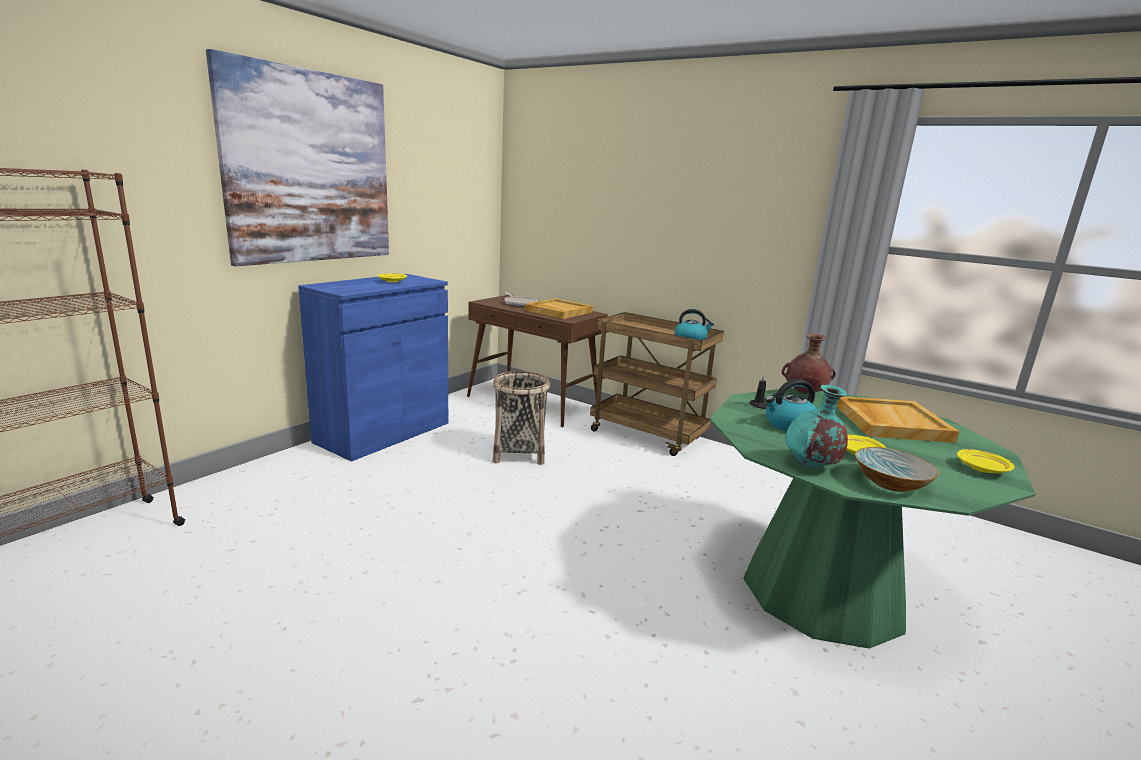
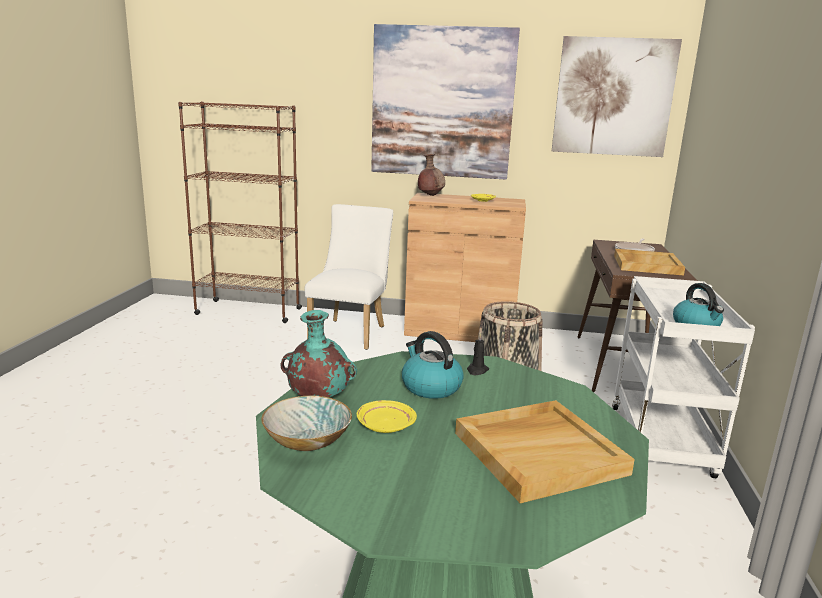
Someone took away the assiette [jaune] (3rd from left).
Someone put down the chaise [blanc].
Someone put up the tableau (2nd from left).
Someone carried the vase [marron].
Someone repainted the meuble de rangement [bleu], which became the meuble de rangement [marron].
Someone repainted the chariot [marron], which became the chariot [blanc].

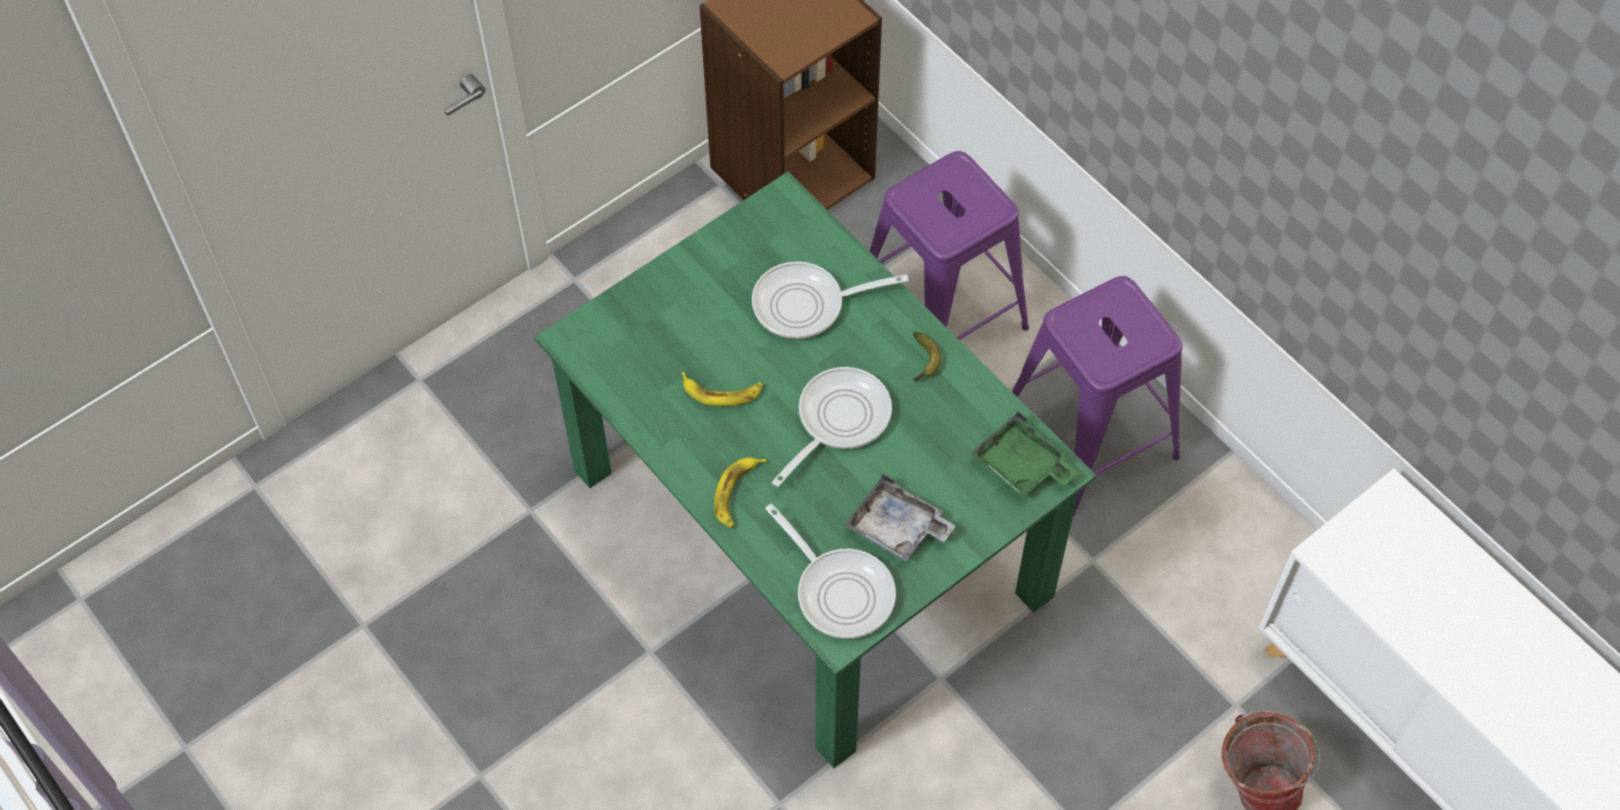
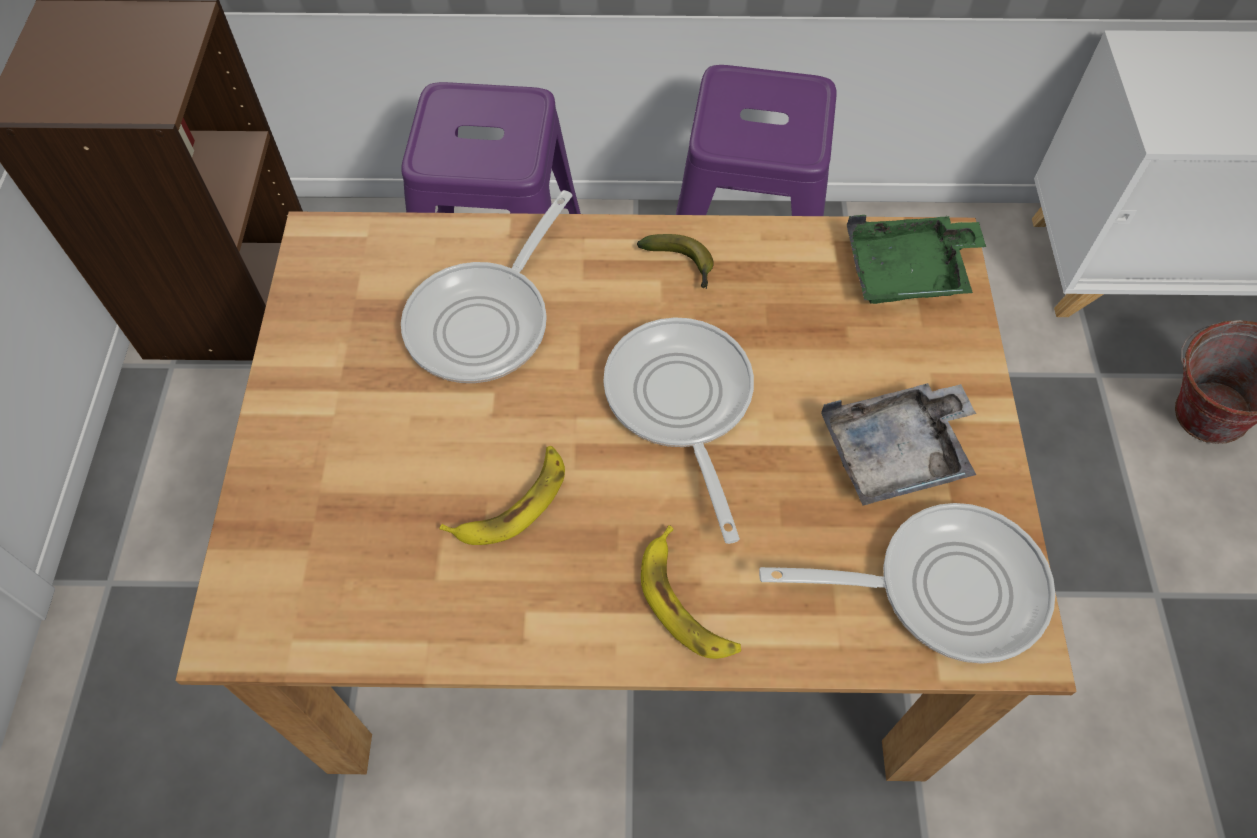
Someone repainted the table à manger [vert], which became the table à manger [marron].

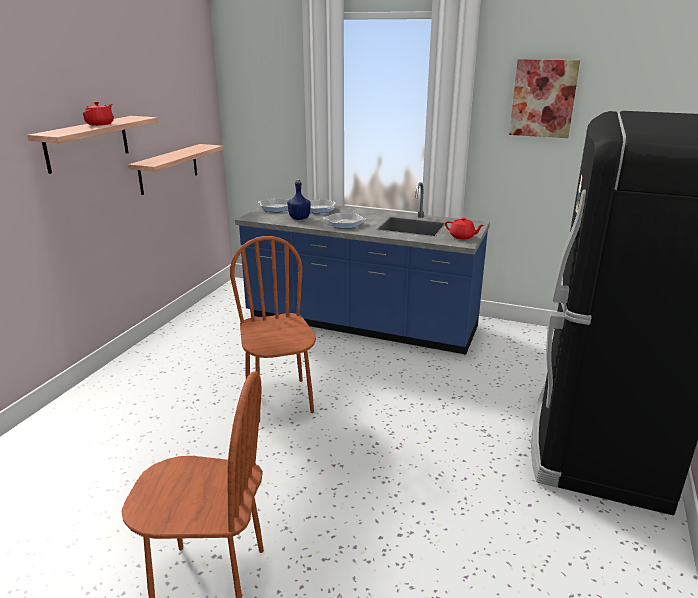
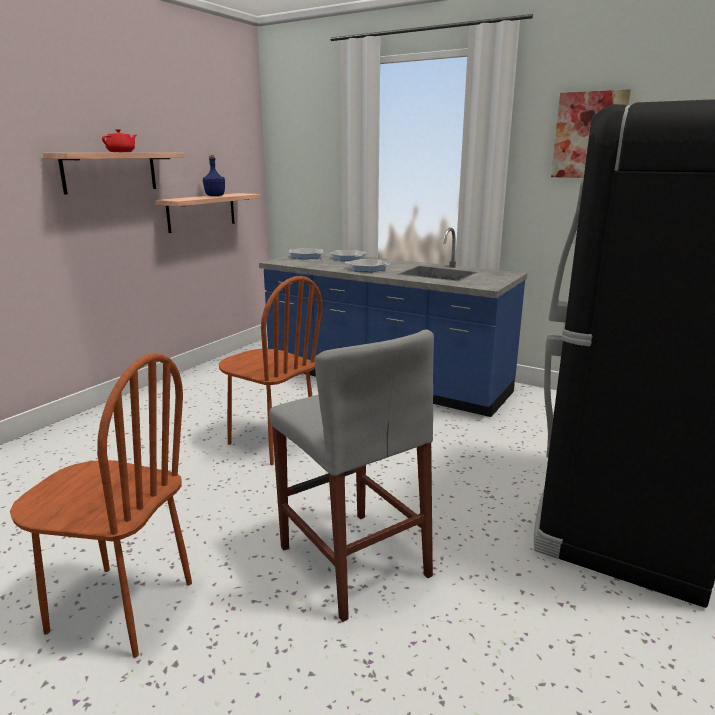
Someone took away the théière [rouge] (2nd from left).
Someone put down the tabouret [gris].
Someone carried the bouteille [bleu].
Someone rotated the chaise [marron] (2nd from left) by 135 degrees clockwise.

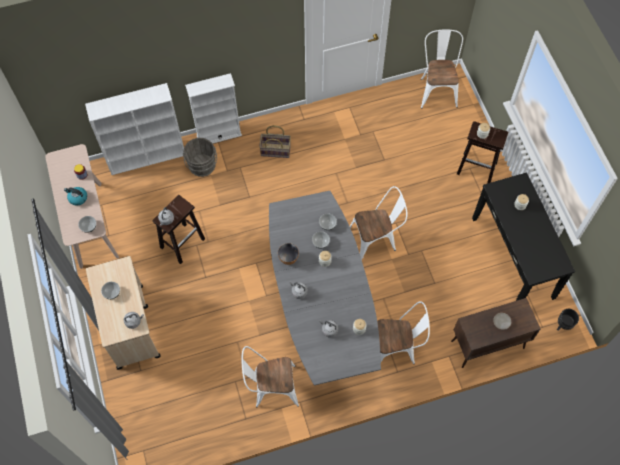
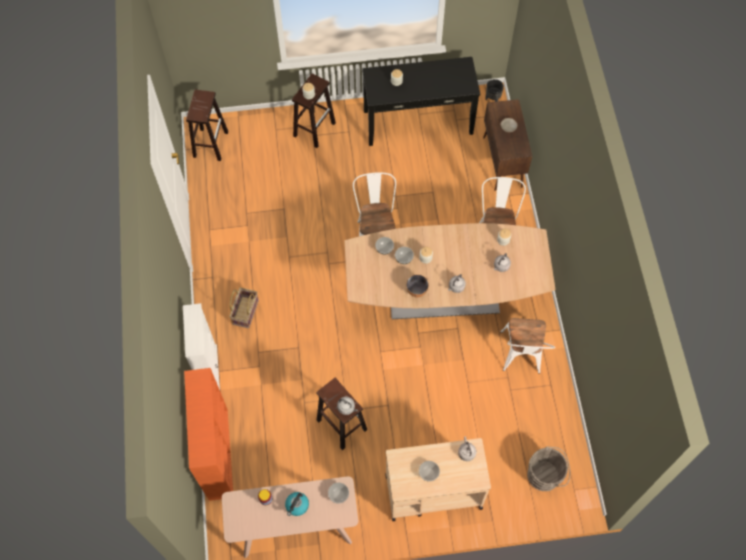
Someone carried the seau [gris].
Someone swapped the chaise [blanc] (4th from left) for the tabouret [marron] (1st from left).
Someone repainted the bibliothèque [blanc] (1st from left), which became the bibliothèque [orange].
Someone repainted the table à manger [gris], which became the table à manger [marron].

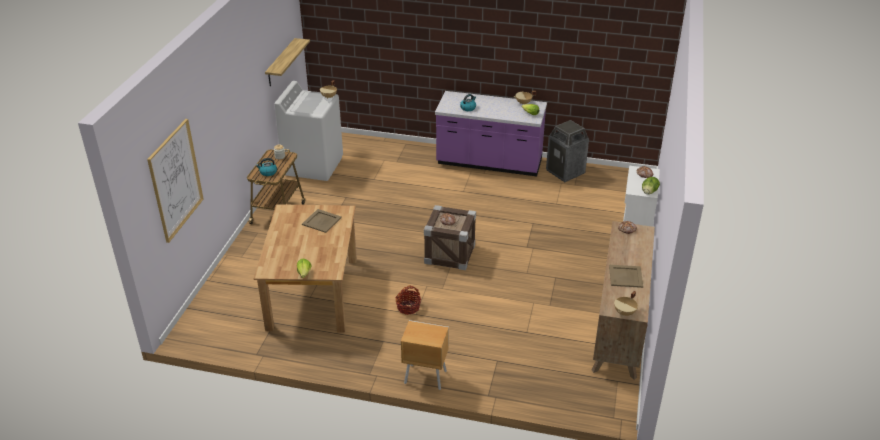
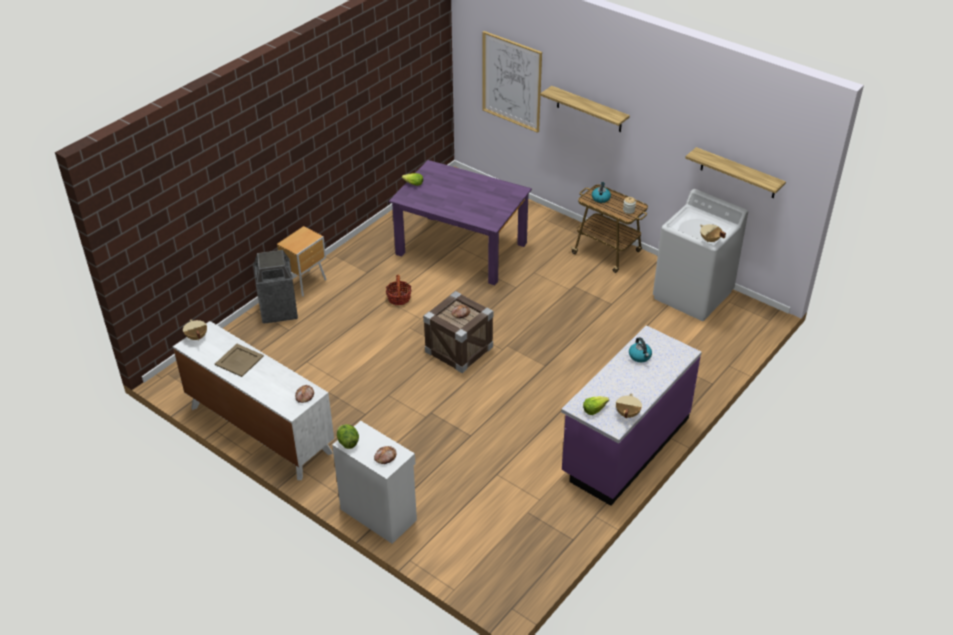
Someone took away the plateau [beige] (1st from left).
Someone put up the étagère (1st from left).
Someone carried the poubelle.
Someone repainted the table à manger [marron], which became the table à manger [violet].
Someone repainted the commode [marron], which became the commode [blanc].

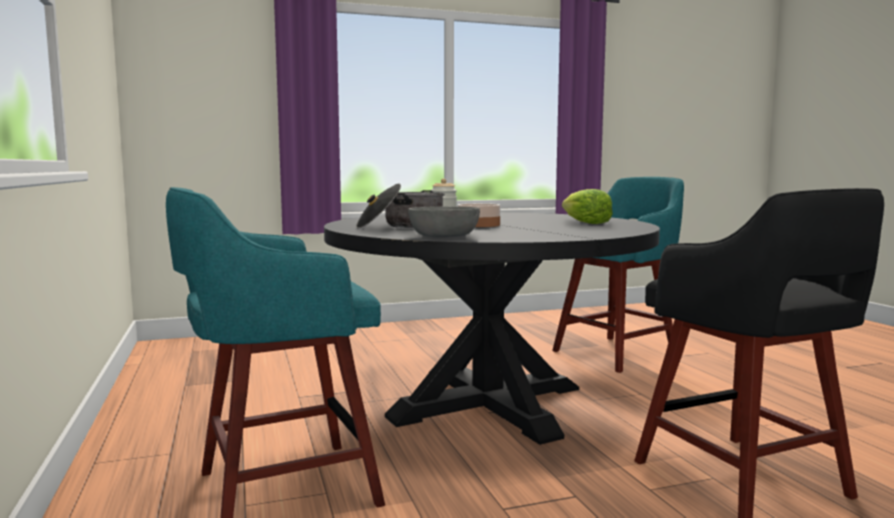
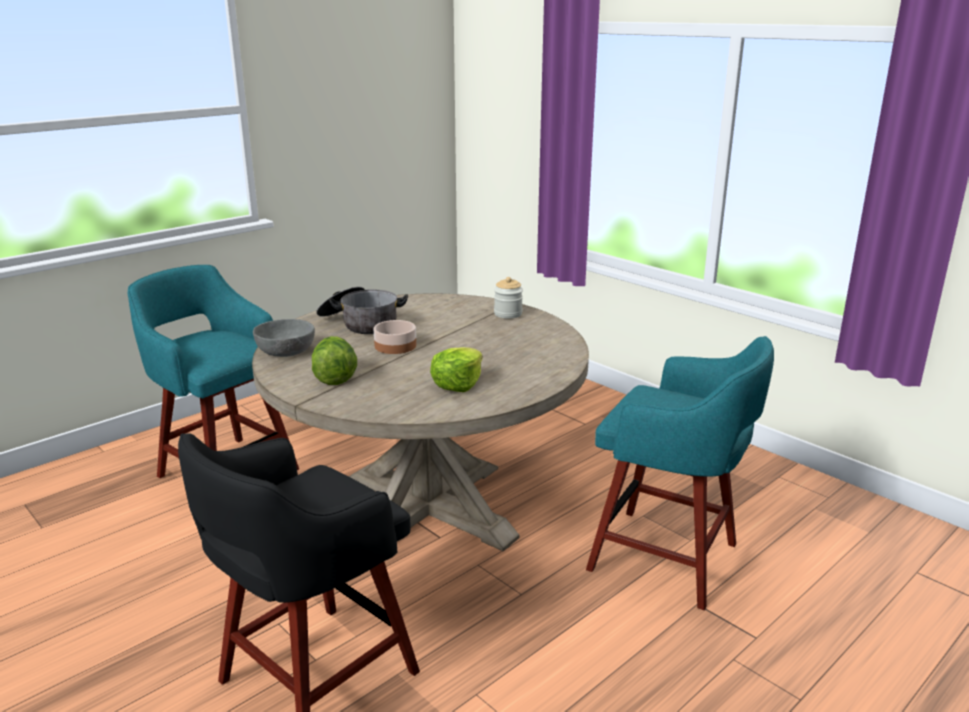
Someone put down the laitue (1st from left).
Someone repainted the table à manger [noir], which became the table à manger [beige].

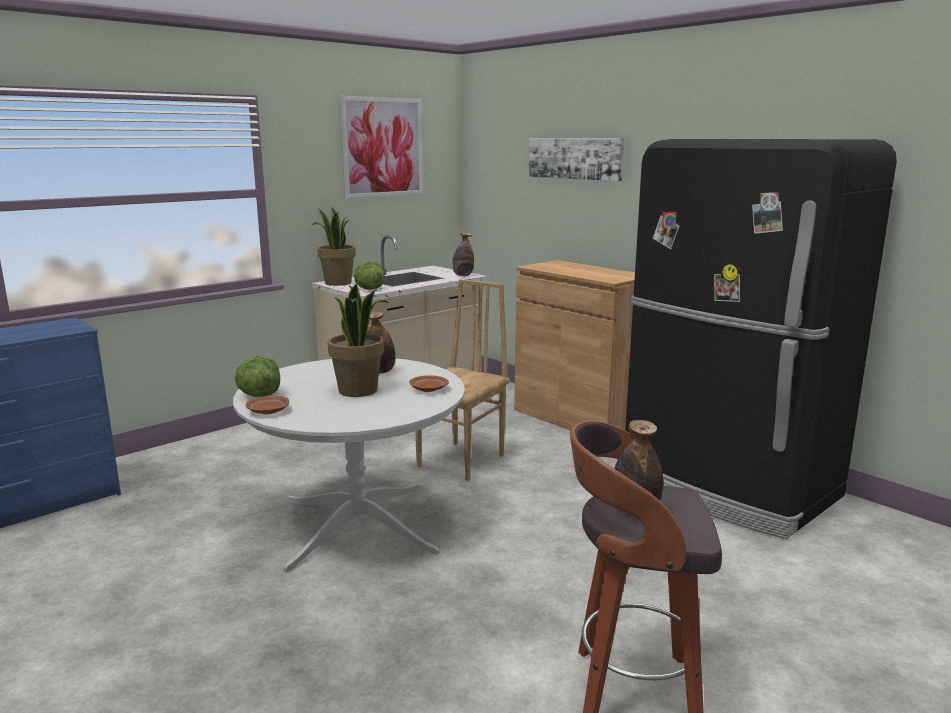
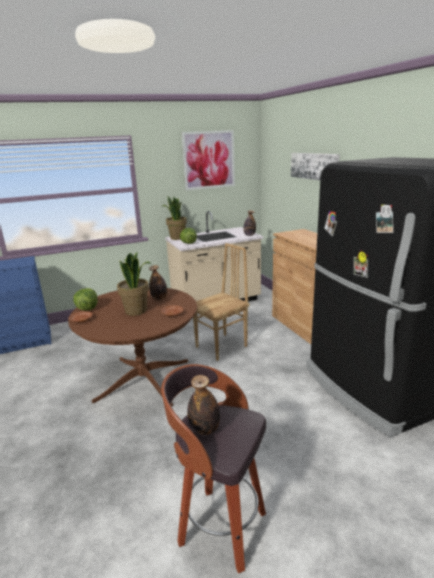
Someone repainted the table à manger [blanc], which became the table à manger [marron].

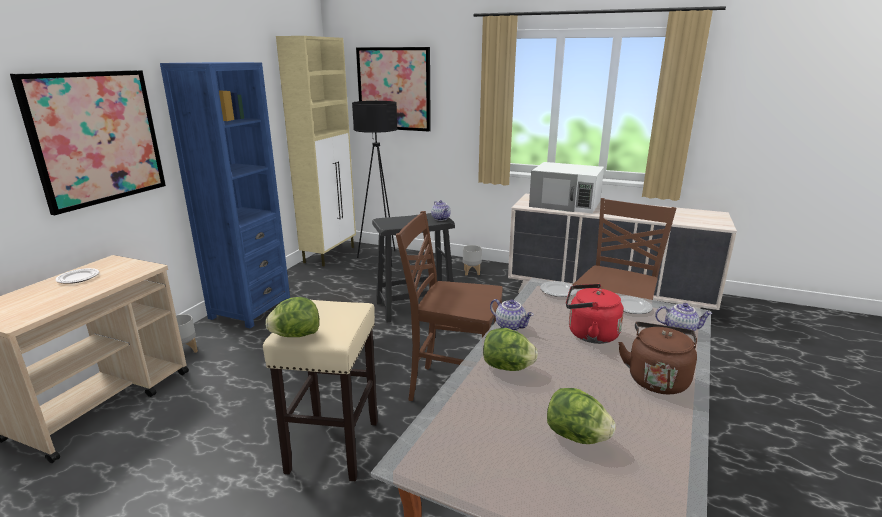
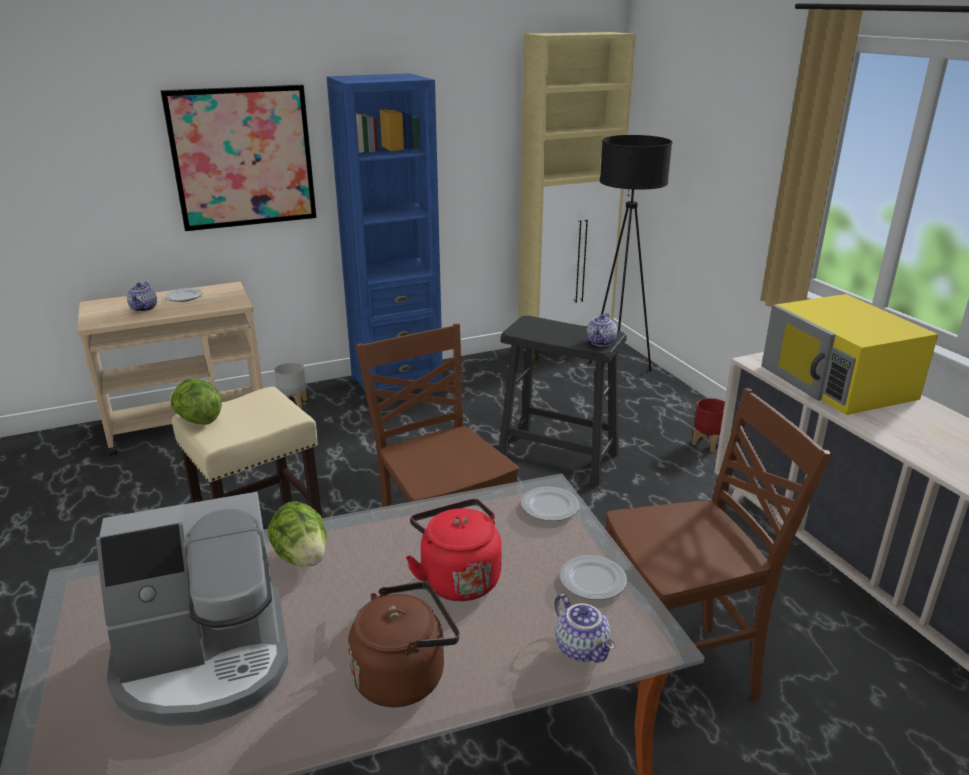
Someone took away the tableau (2nd from left).
Someone carried the théière (2nd from left in the first image).
Someone swapped the laitue (3rd from left) for the machine à café.
Someone repainted the cache-pot [gris] (2nd from left), which became the cache-pot [rouge].
Someone repainted the micro-ondes [blanc], which became the micro-ondes [jaune].

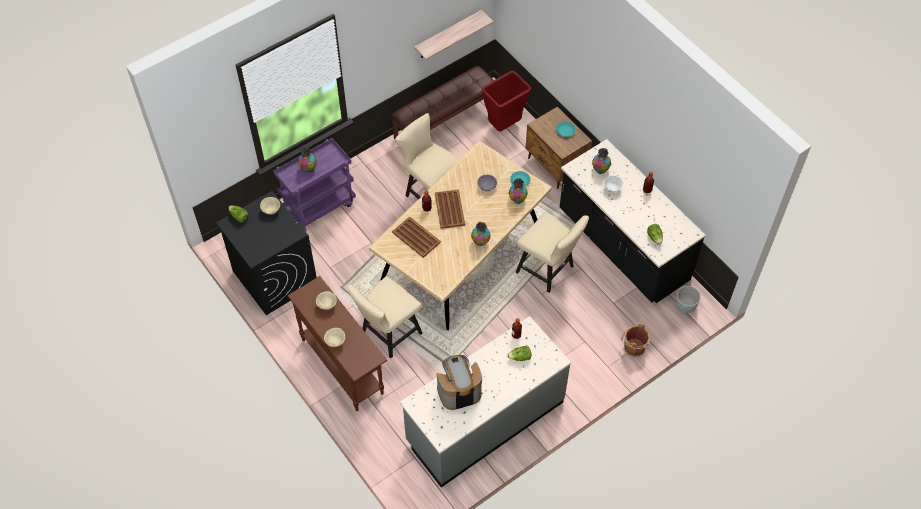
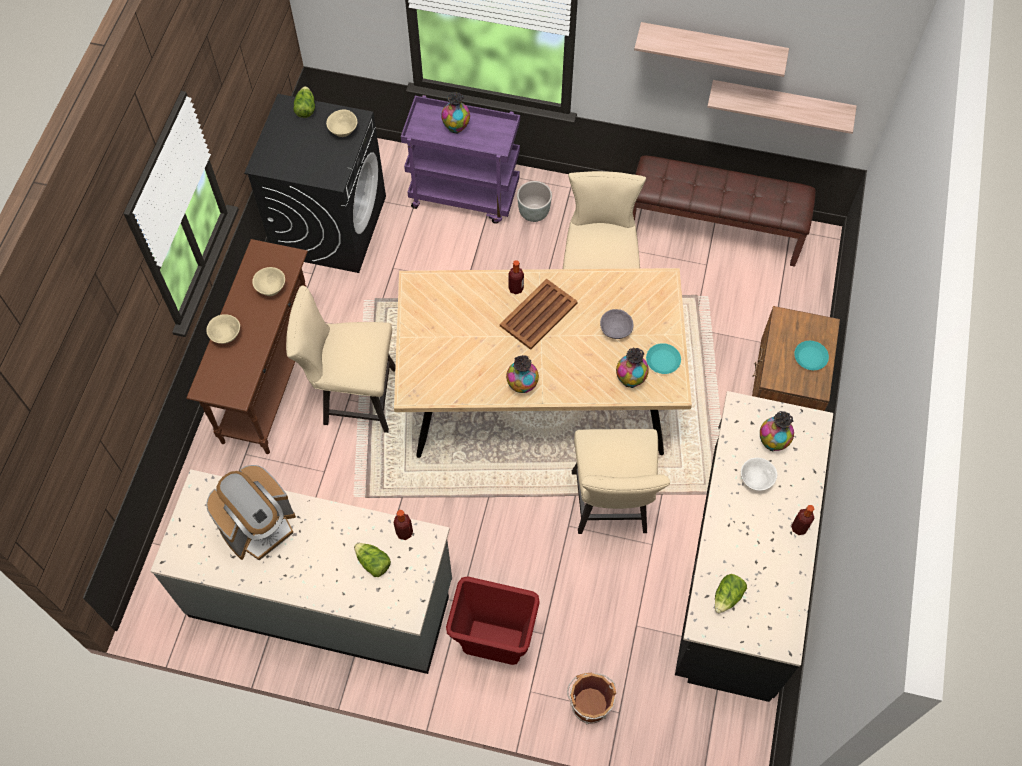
Someone took away the plateau [marron] (1st from left).
Someone put up the étagère (1st from left).
Someone carried the poubelle [rouge].
Someone carried the cache-pot [gris].
Someone rotated the machine à café by 105 degrees clockwise.

